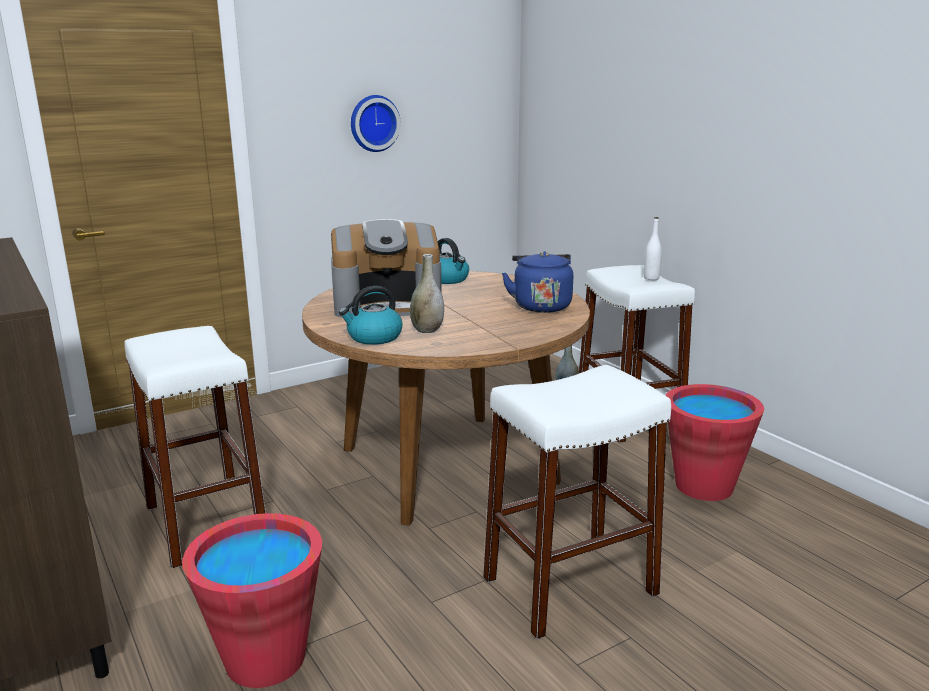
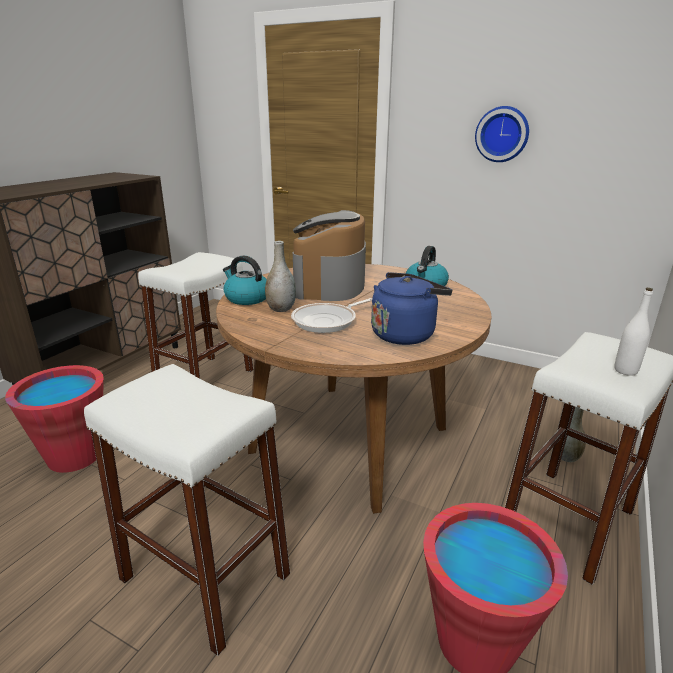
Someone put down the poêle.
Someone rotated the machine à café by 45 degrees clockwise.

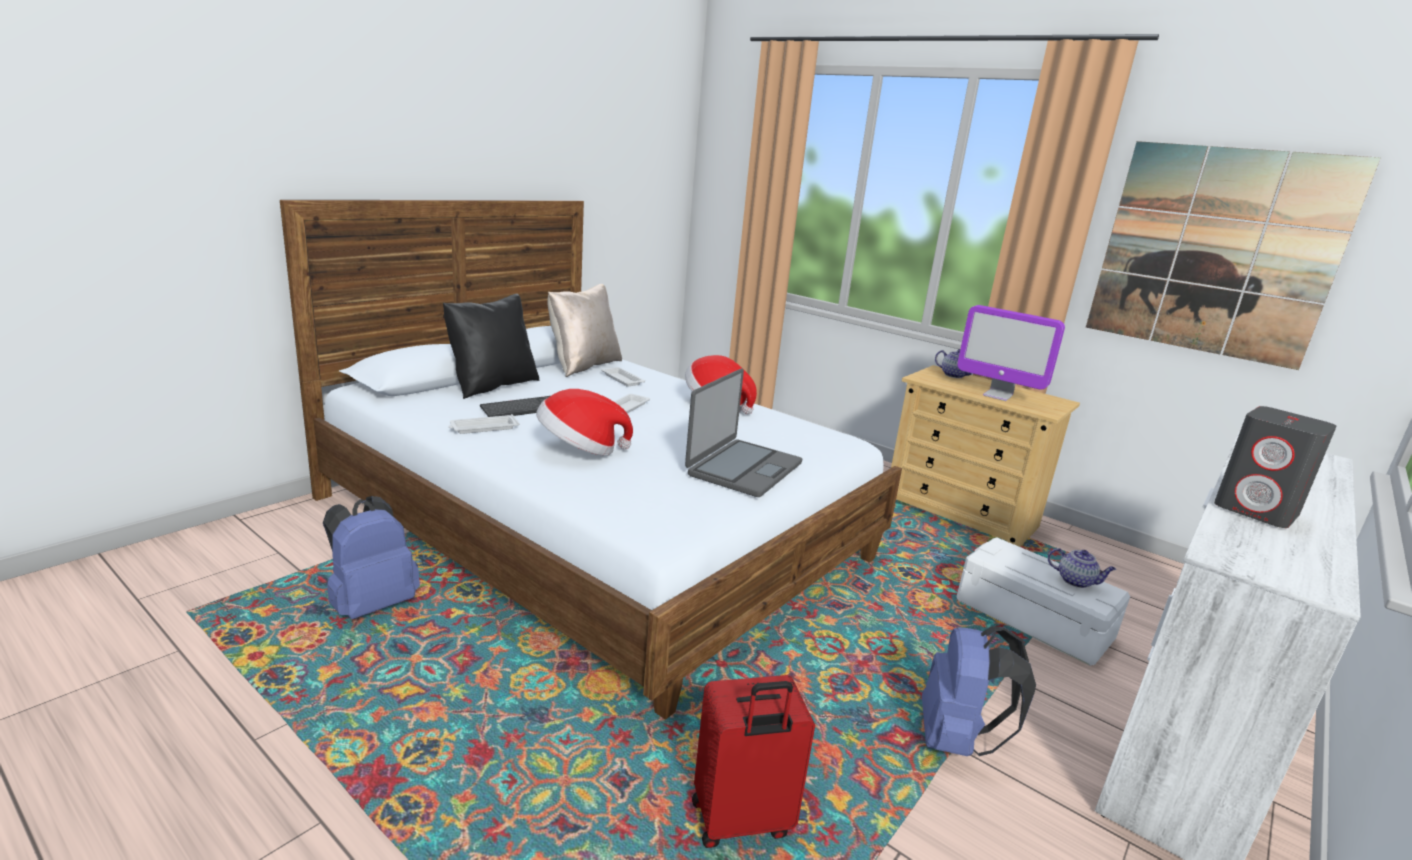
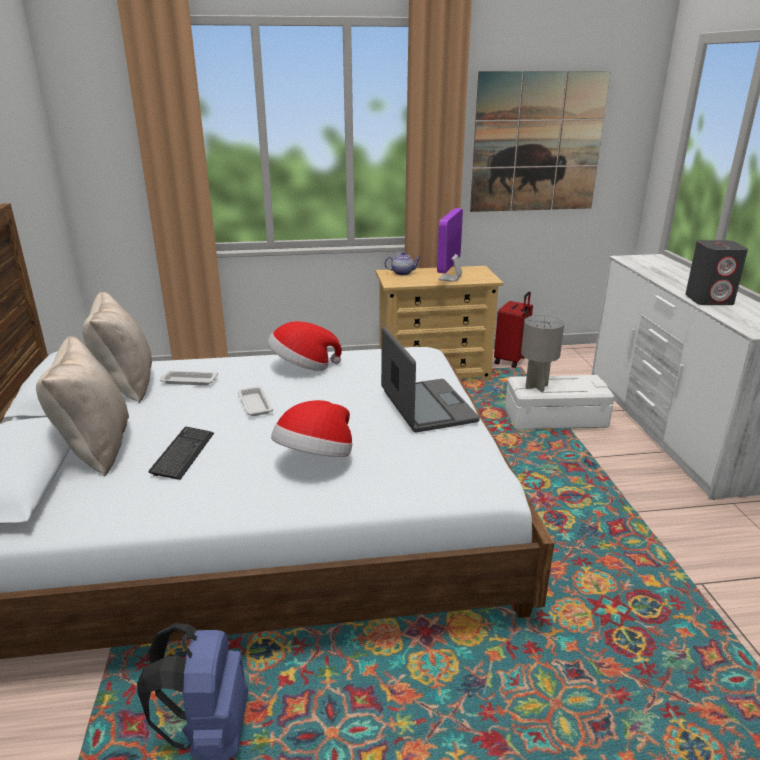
Someone took away the plateau [blanc] (1st from left).
Someone took away the sac à dos [bleu] (2nd from left).
Someone took away the théière (2nd from left).
Someone put down the lampe de table [gris].
Someone carried the valise [rouge].
Someone repainted the coussin [noir], which became the coussin [beige] (1st from left).
Someone rotated the écran d'ordinateur by 120 degrees clockwise.

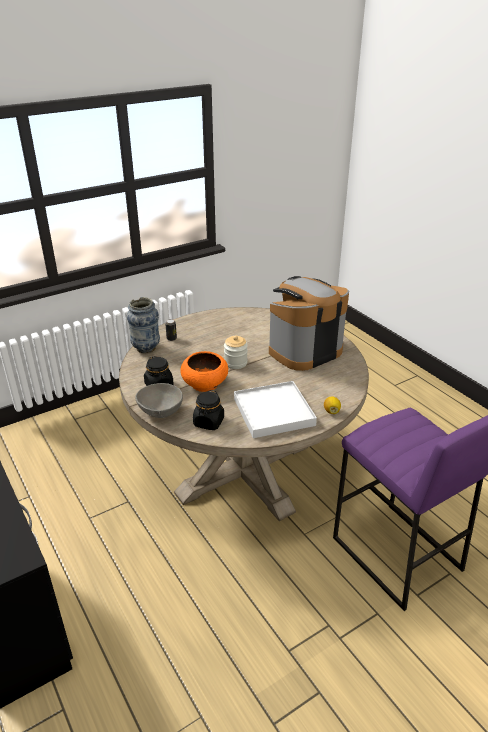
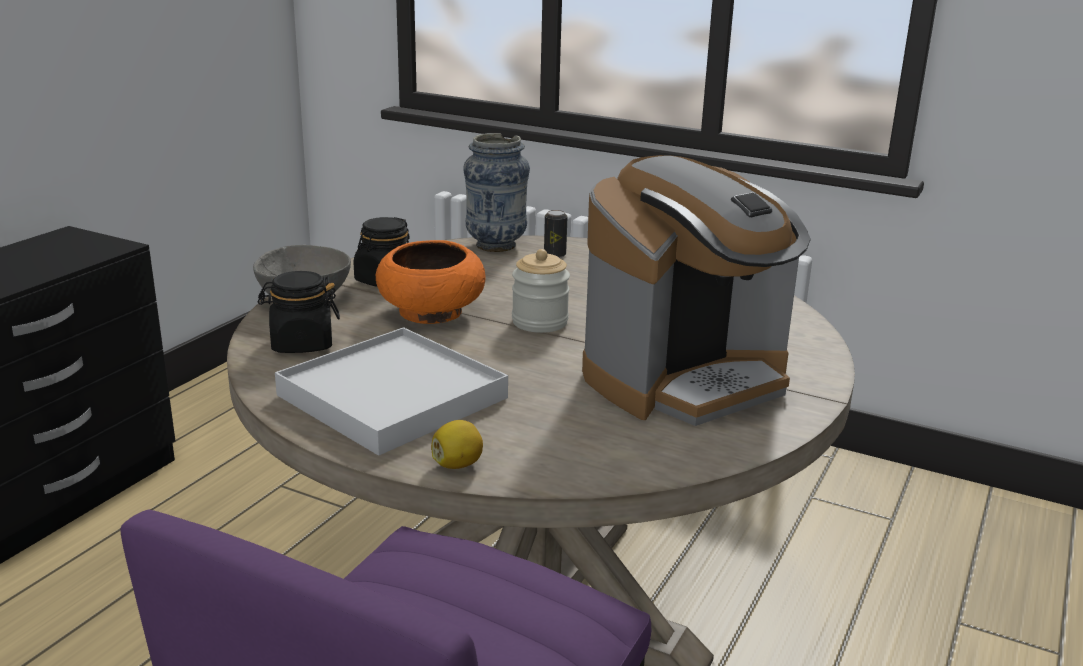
Someone rotated the machine à café by 120 degrees clockwise.

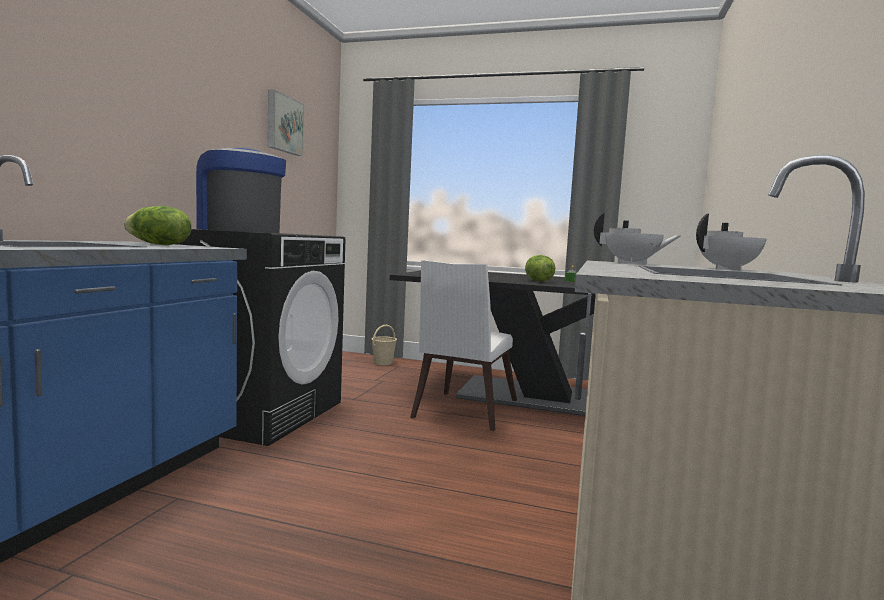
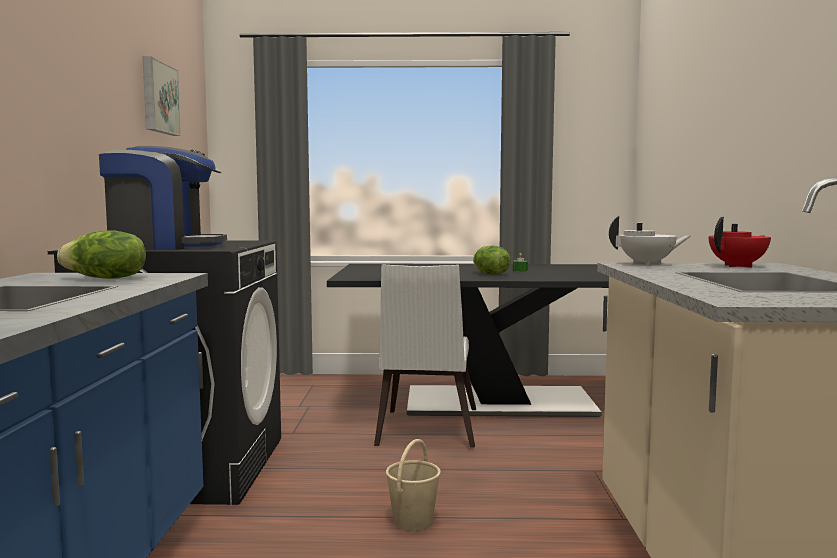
Someone carried the seau [beige].
Someone repainted the théière [blanc] (2nd from left), which became the théière [rouge].
Someone rotated the machine à café by 150 degrees clockwise.

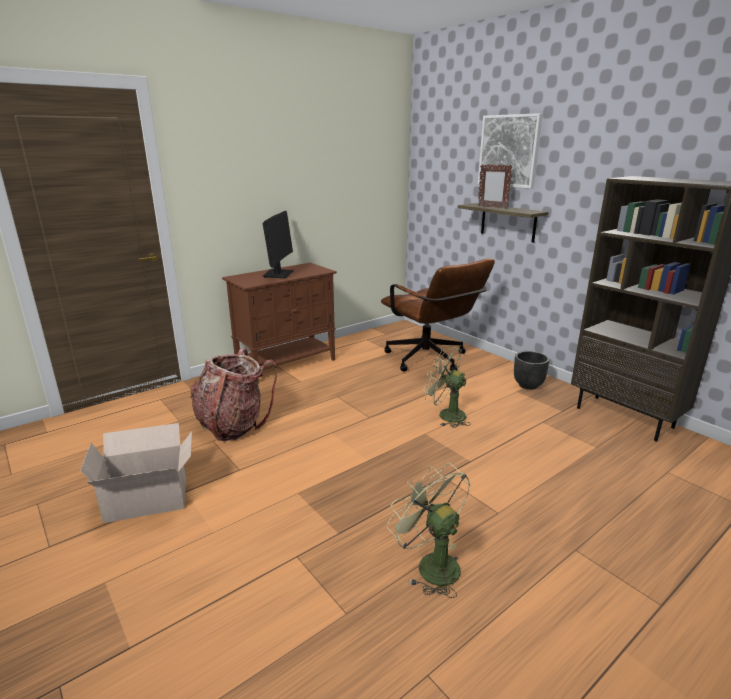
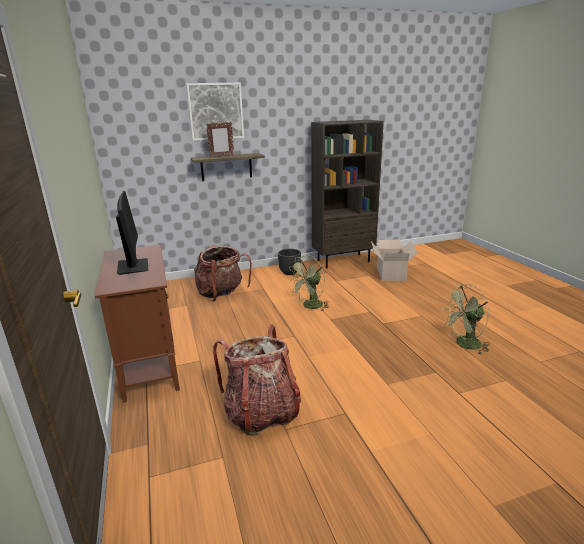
Someone carried the carton.
Someone swapped the chaise de bureau [marron] for the sac à dos (1st from left).
Someone rotated the écran d'ordinateur by 45 degrees clockwise.

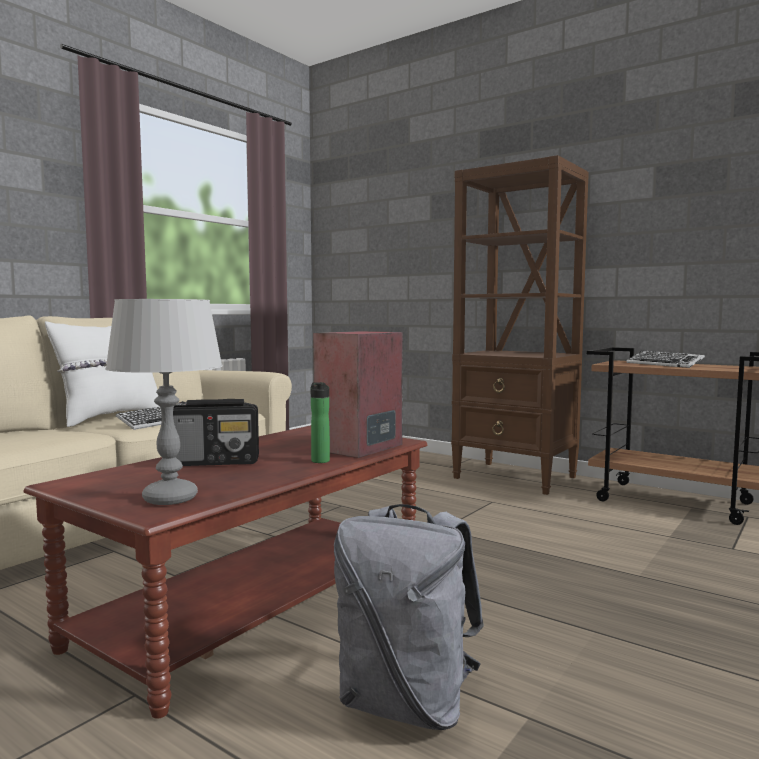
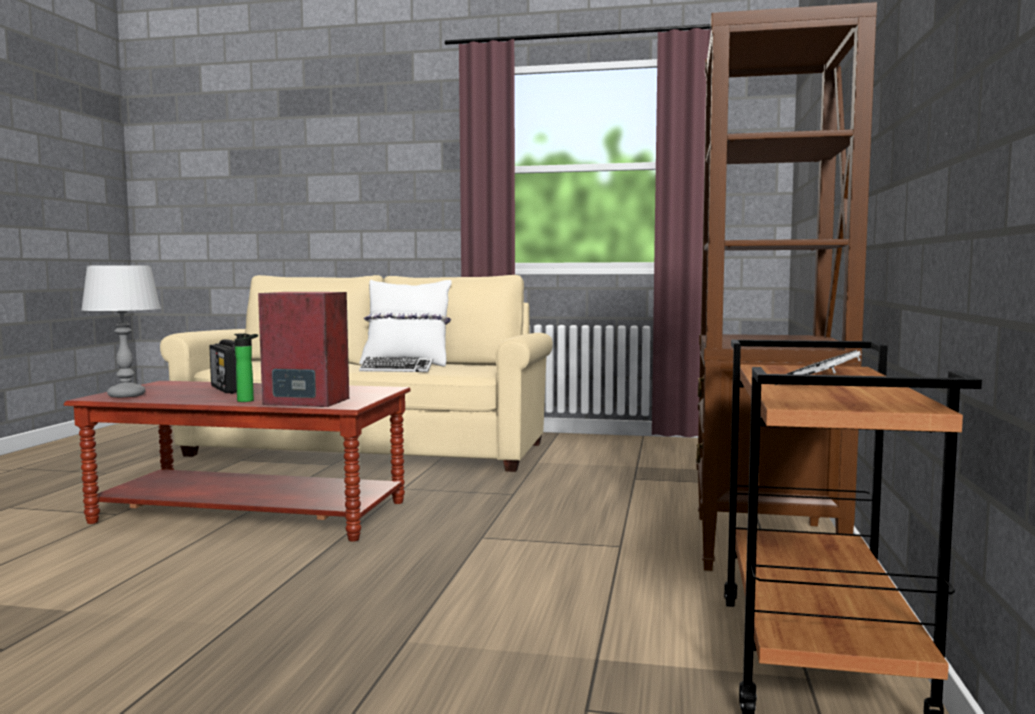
Someone took away the sac à dos [gris].

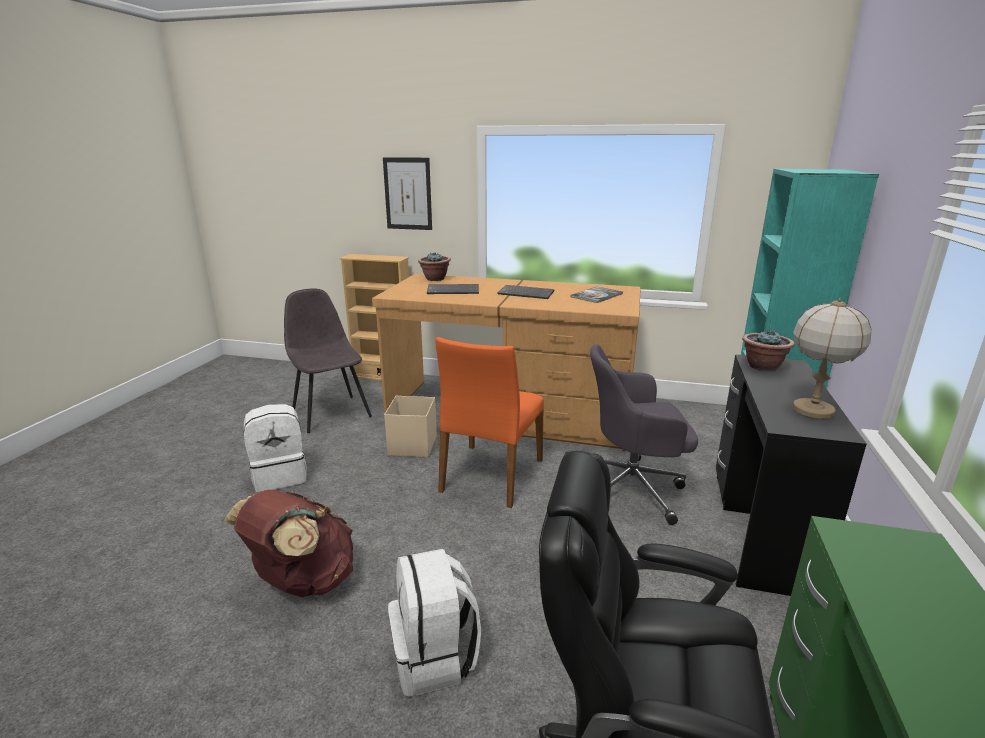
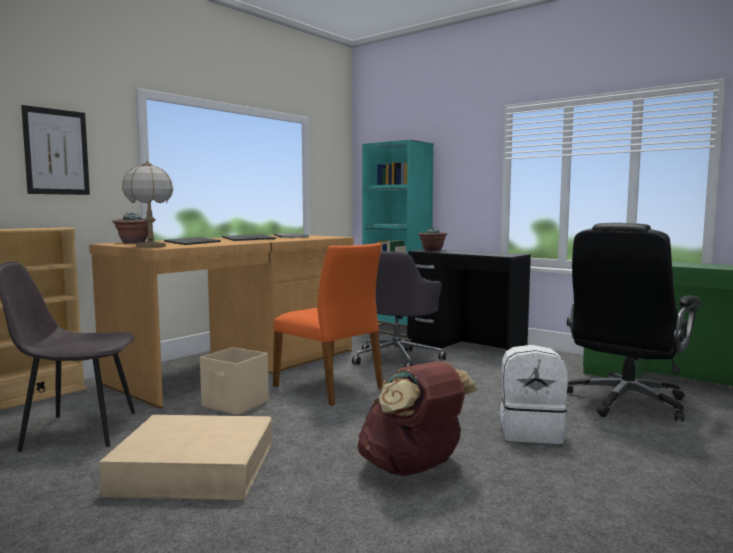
Someone carried the lampe de table.
Someone swapped the sac à dos [blanc] (1st from left) for the boîte de rangement [beige] (1st from left).

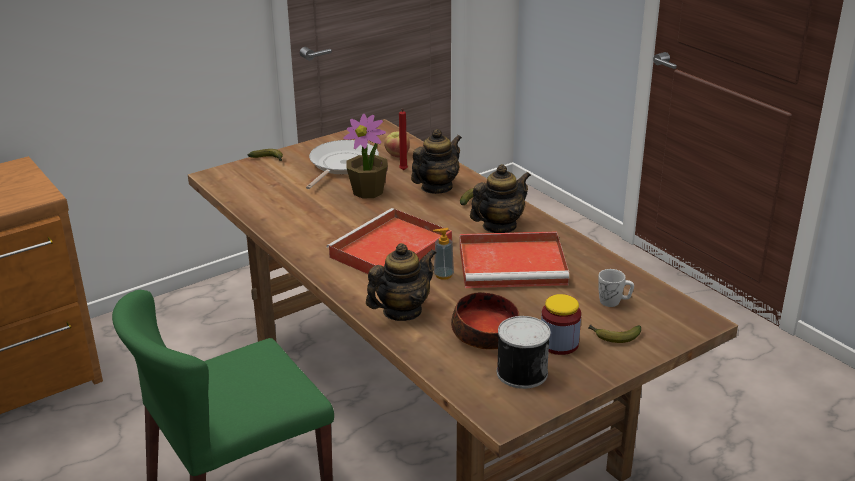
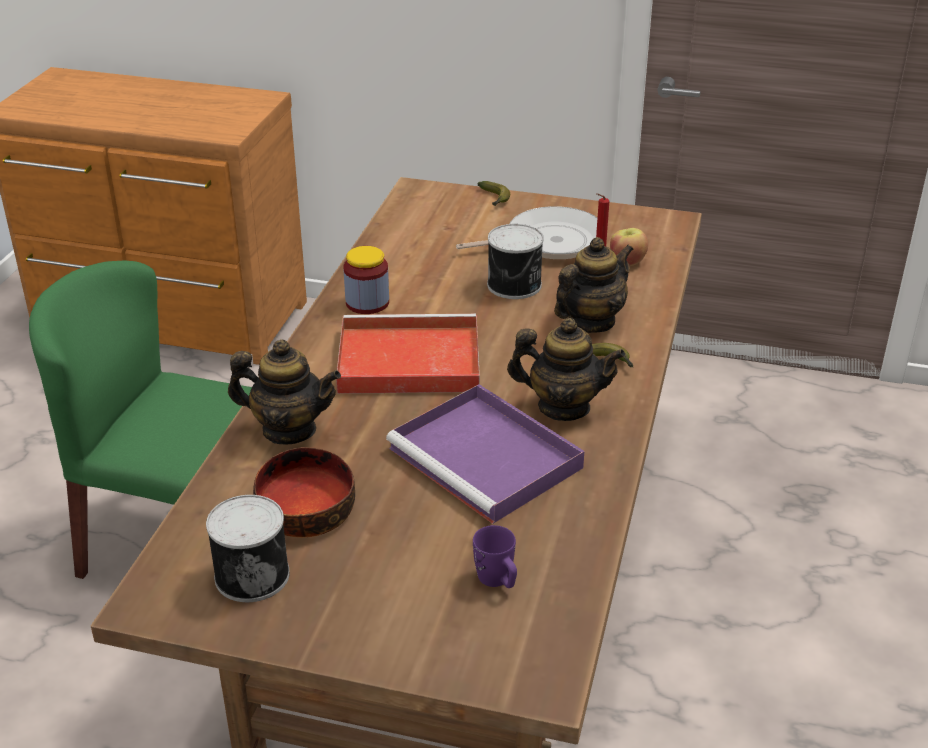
Someone took away the distributeur de savon.
Someone took away the banane (3rd from left).
Someone carried the bocal.
Someone swapped the plante en pot for the boîte métallique (2nd from left).
Someone repainted the plateau [rouge] (2nd from left), which became the plateau [violet].
Someone repainted the mug [blanc], which became the mug [violet].
Someone rotated the théière (2nd from left in the first image) by 45 degrees counterclockwise.

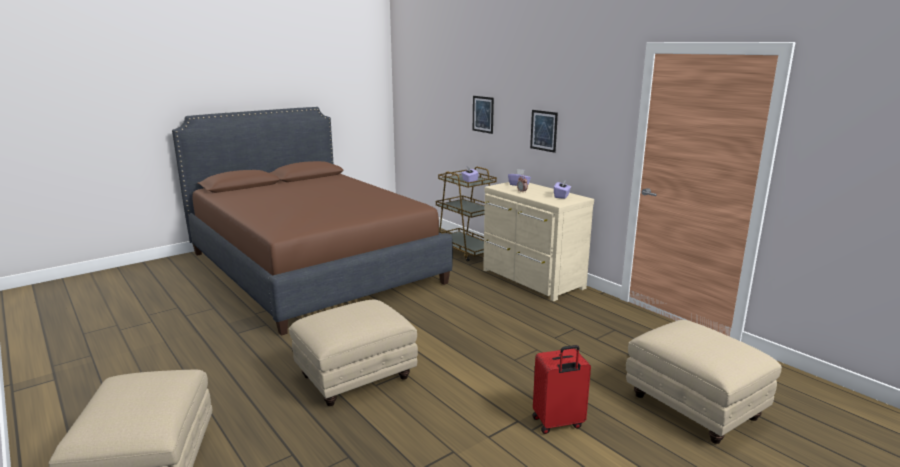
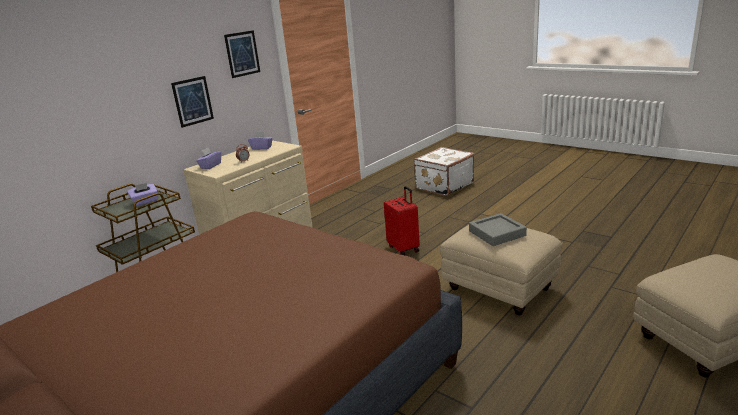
Someone put down the plateau [gris].
Someone carried the tableau (1st from left in the first image).
Someone carried the valise [rouge].
Someone swapped the pouf [beige] (3rd from left) for the valise [blanc].

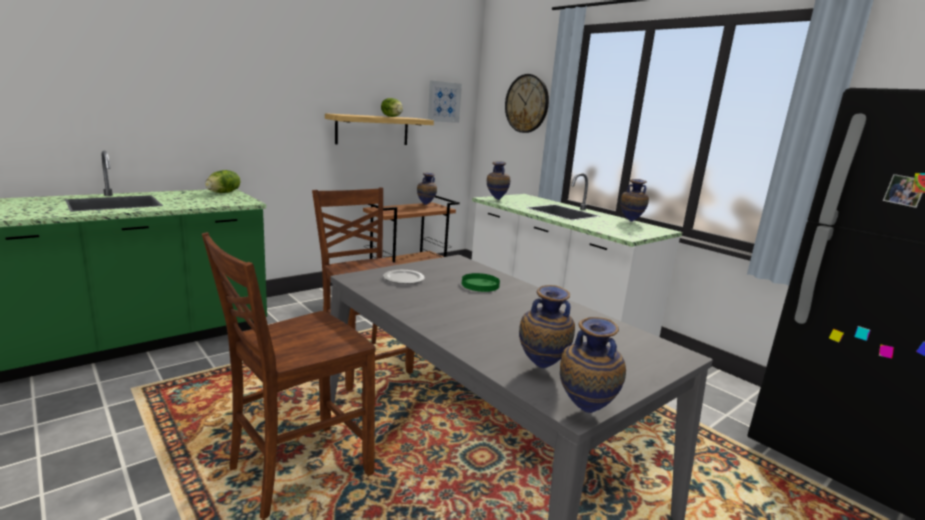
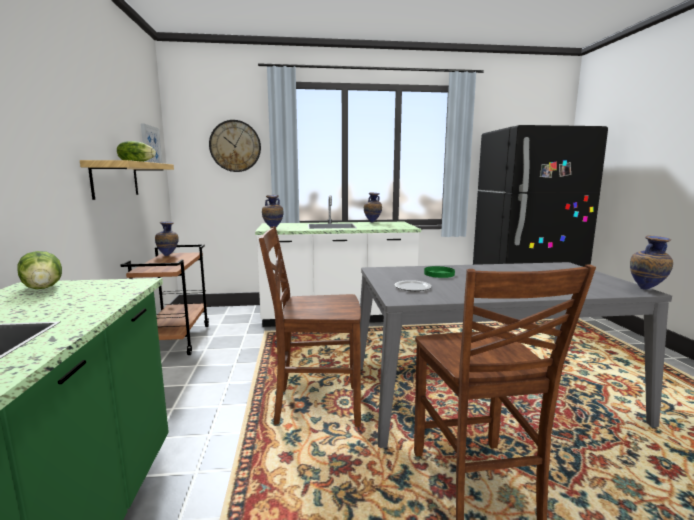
Someone took away the vase (3rd from left).

